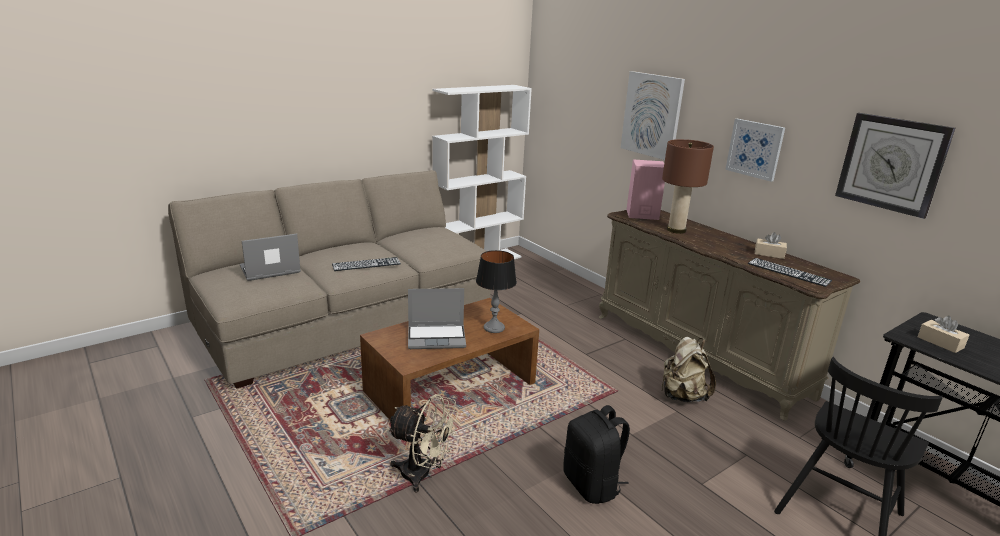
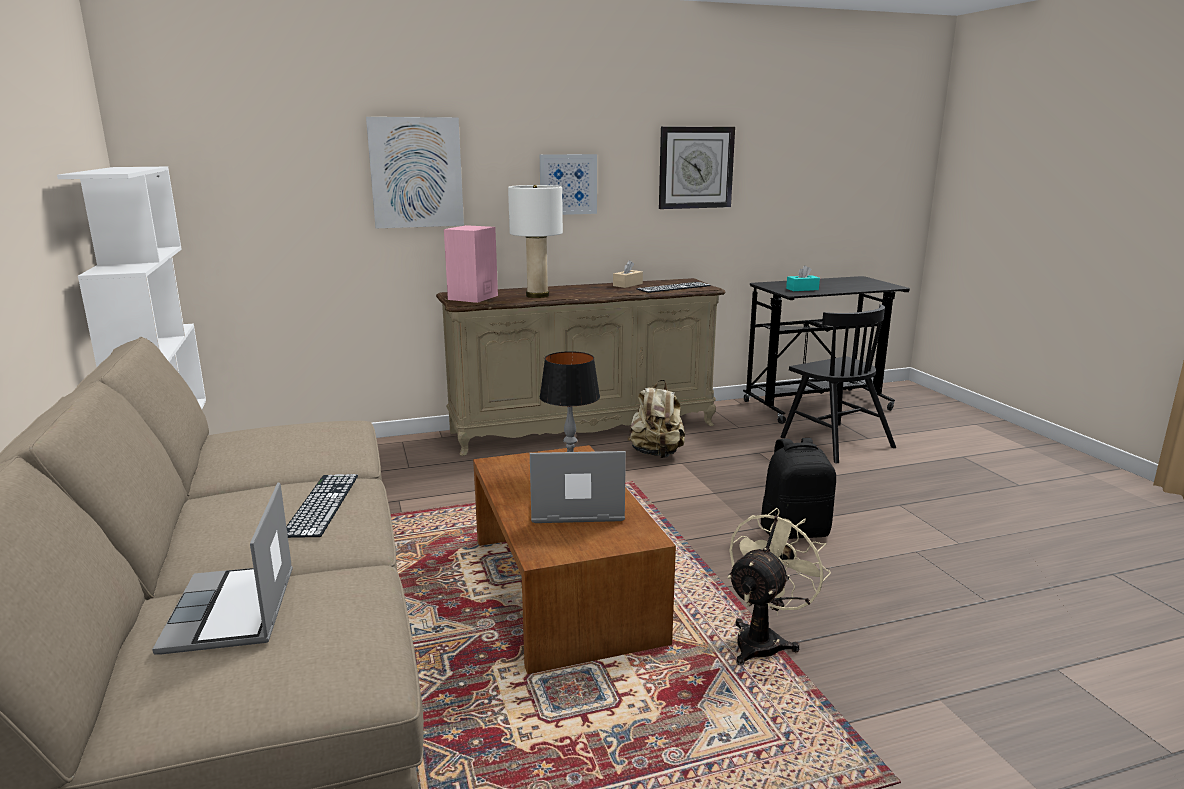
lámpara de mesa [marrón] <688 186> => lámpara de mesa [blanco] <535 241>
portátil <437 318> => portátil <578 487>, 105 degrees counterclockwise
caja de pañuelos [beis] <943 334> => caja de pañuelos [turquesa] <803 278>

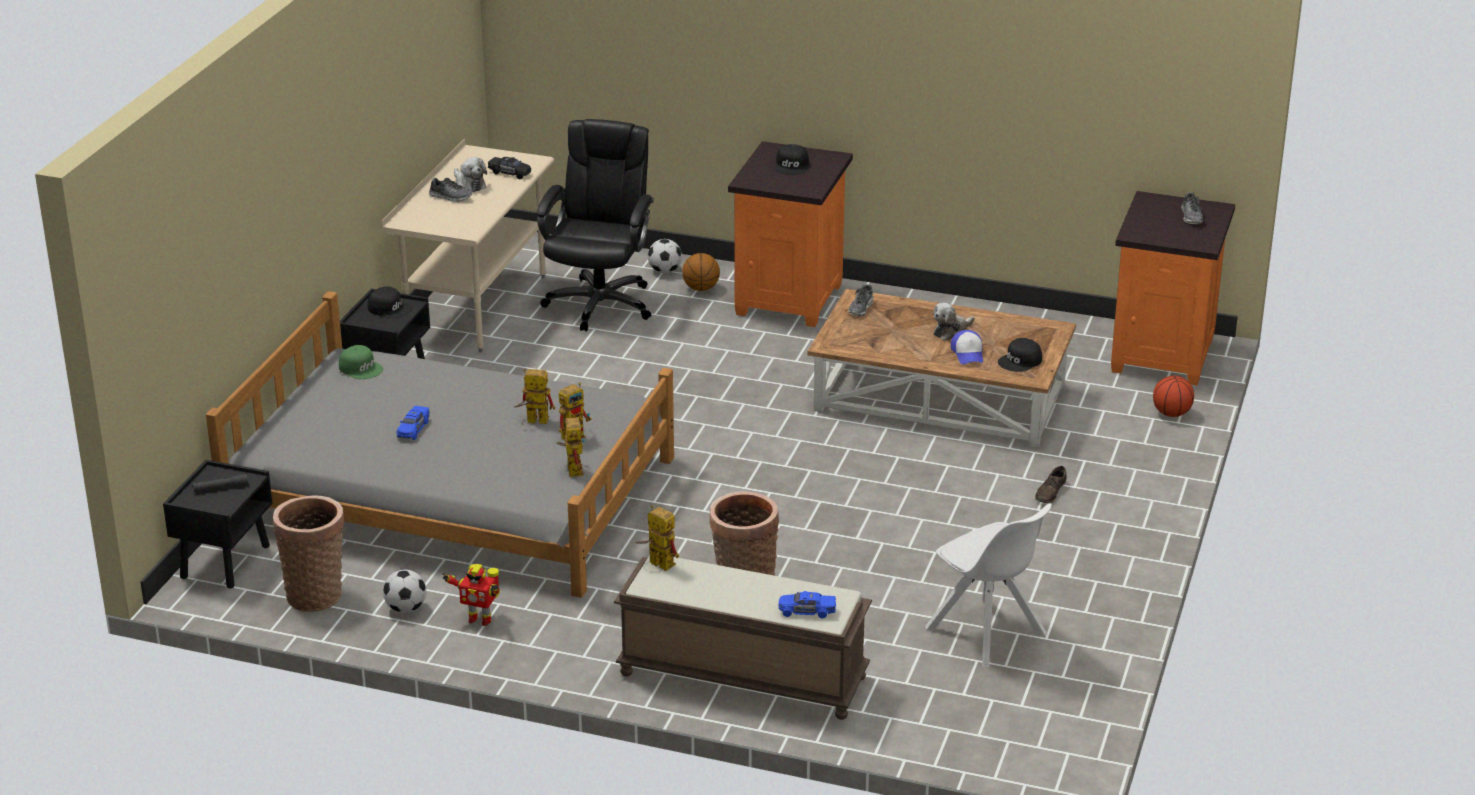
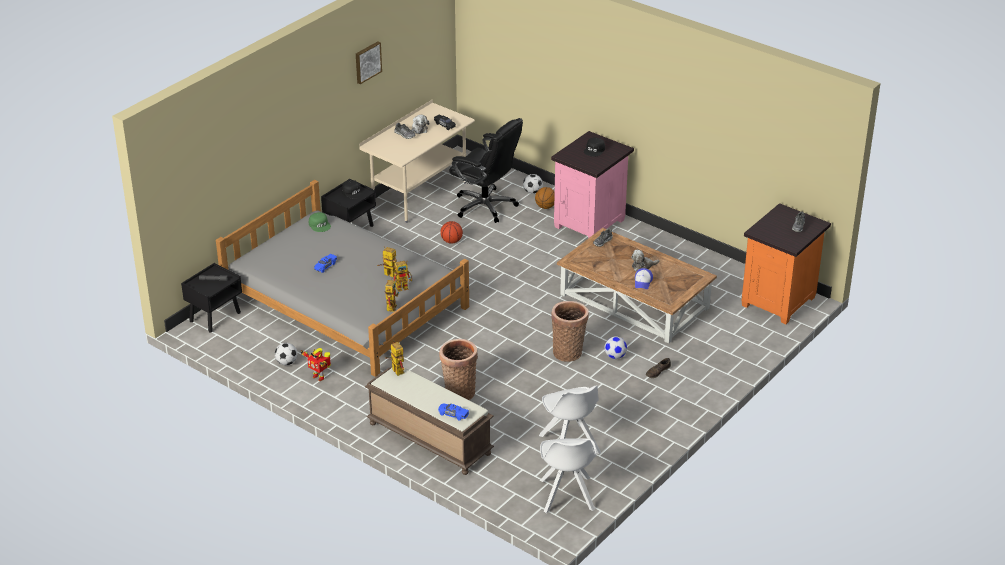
silla de oficina [negro] <595 225> => silla de oficina [negro] <486 170>, 90 degrees clockwise
armario [naranja] <790 234> => armario [rosa] <592 184>
gorra [negro] <1020 355> => nothing
balón de baloncesto <1173 396> => balón de baloncesto <452 232>, shifted
cesta <308 553> => cesta <570 331>, shifted
nothing => cuadro <369 62>
nothing => balón de fútbol <615 347>
nothing => silla [blanco] <568 475>

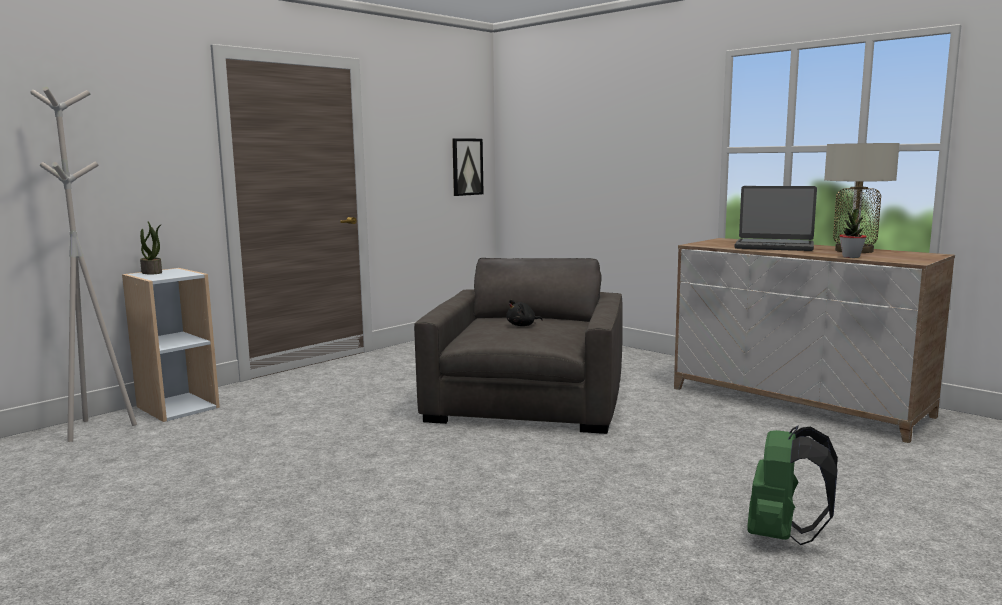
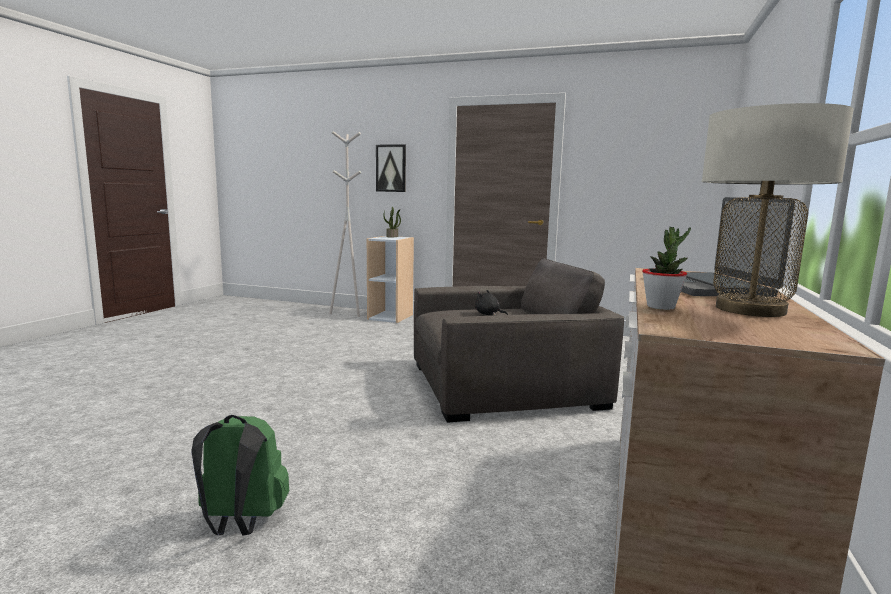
cuadro <468 167> => cuadro <391 168>, shifted

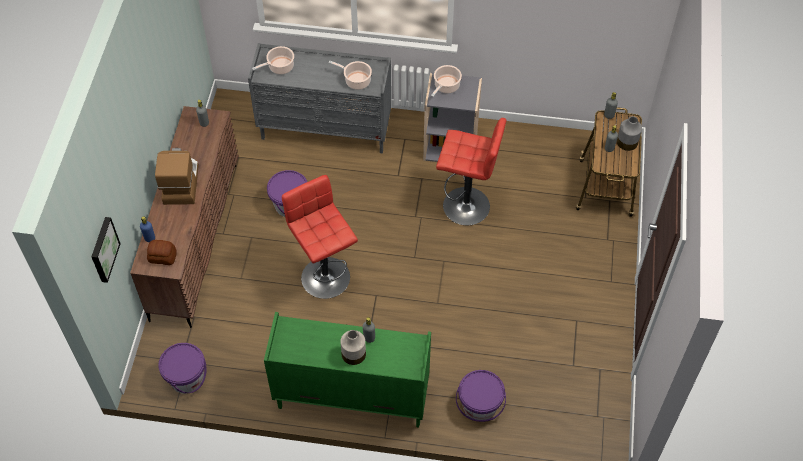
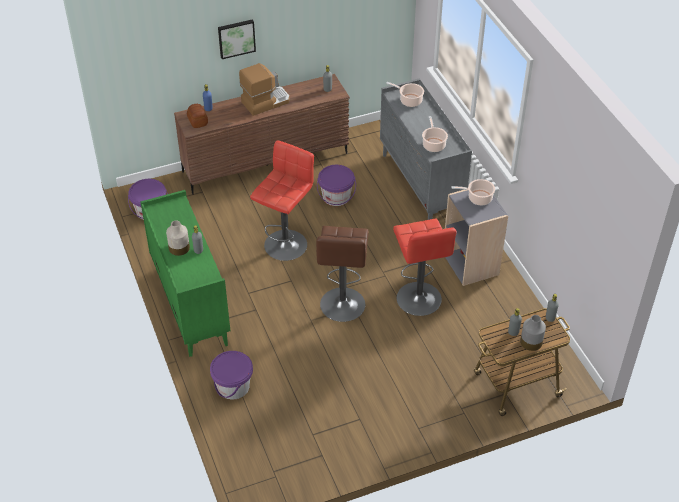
cuadro <106 250> => cuadro <237 39>, shifted
nothing => taburete [marrón] <342 274>

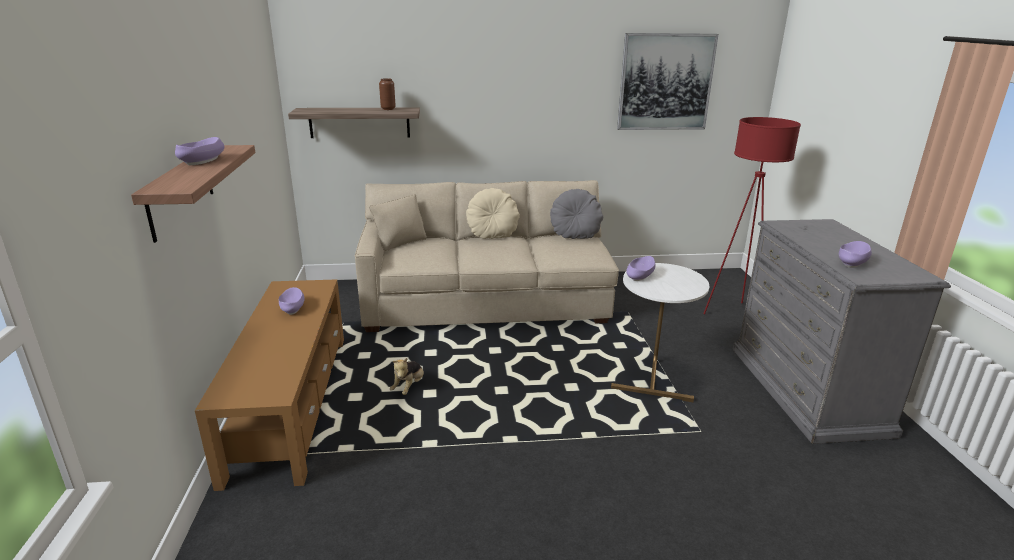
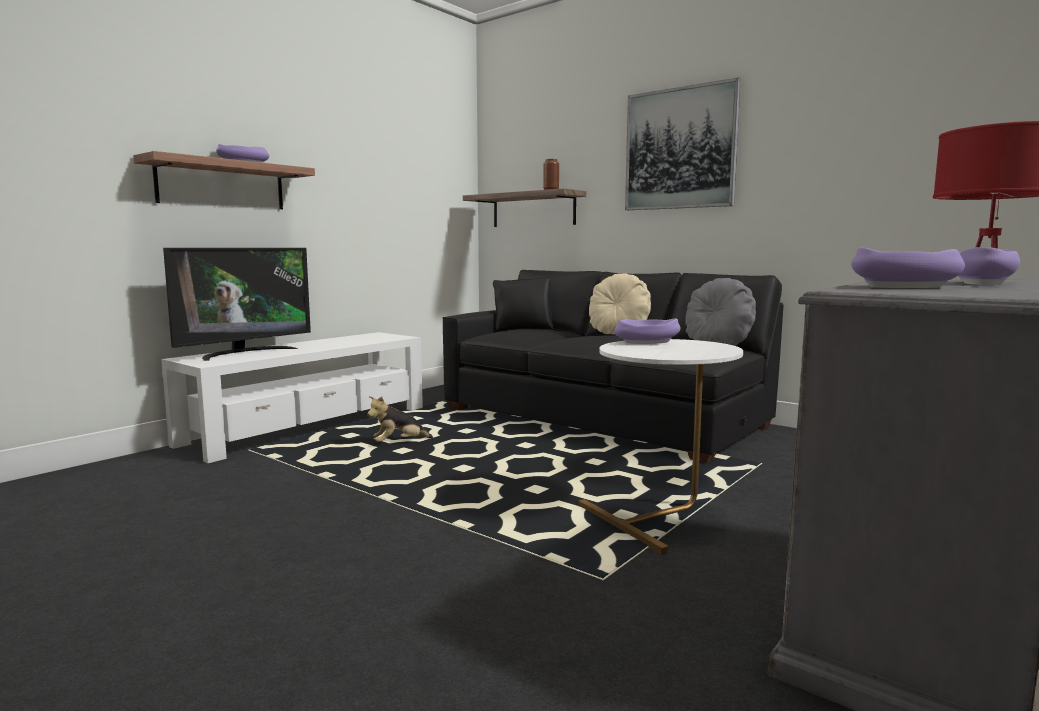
cuadro <667 81> => cuadro <683 144>, shifted
sofá [beis] <487 256> => sofá [negro] <613 366>
mueble de televisión [marrón] <269 385> => mueble de televisión [blanco] <292 397>
cuenco [morado] <291 301> => cuenco [morado] <989 266>, shifted
nothing => televisor <237 304>

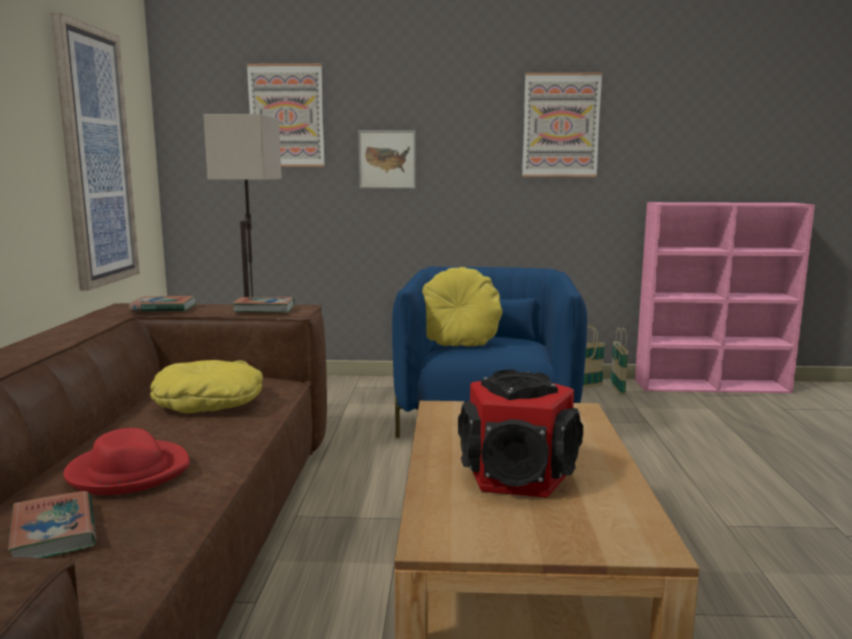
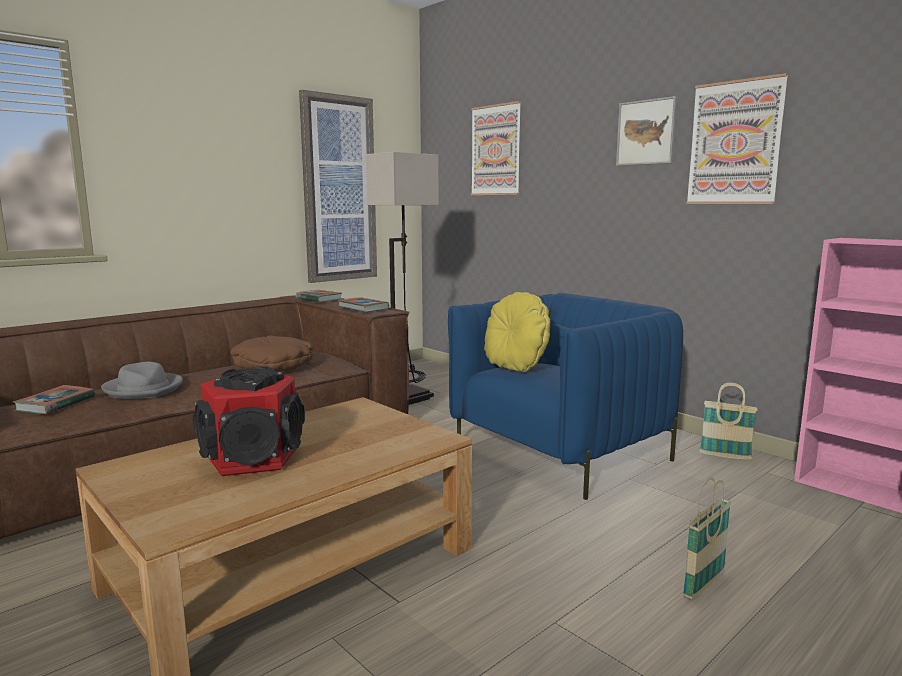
cuadro <387 160> => cuadro <646 131>, shifted
cesta <619 361> => cesta <707 538>, shifted
cojín [amarillo] <206 386> => cojín [marrón] <271 354>
sombrero [rojo] <127 461> => sombrero [gris] <142 380>

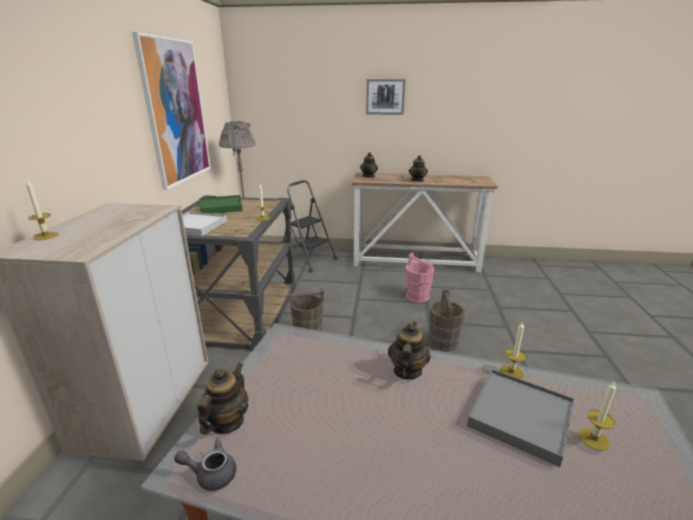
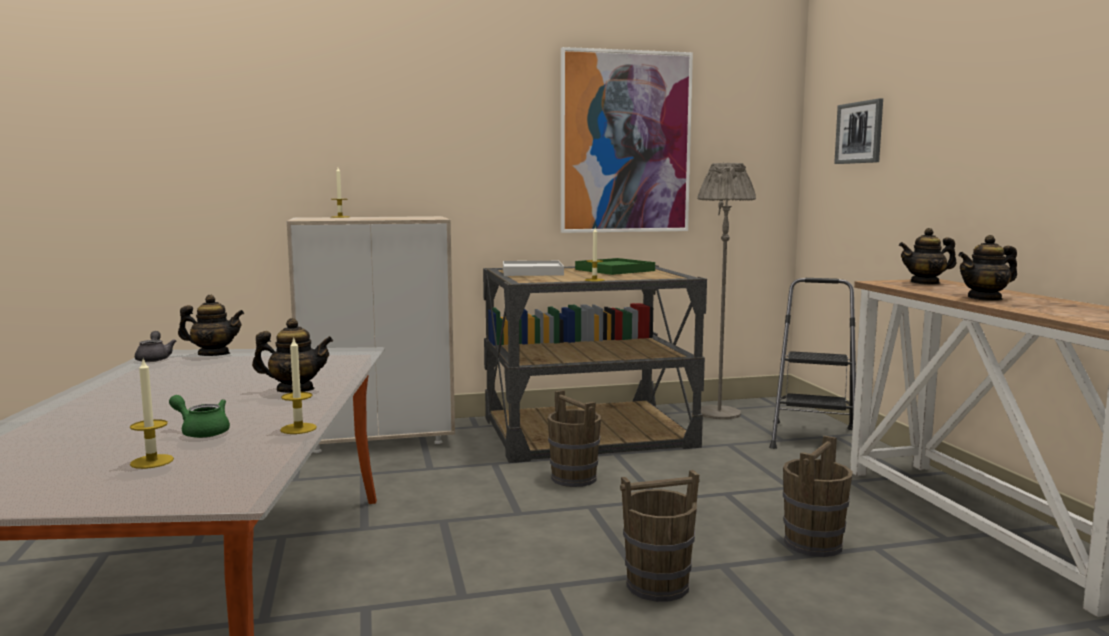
cuadro <386 97> => cuadro <858 131>, shifted
cubo [rosa] <420 278> => cubo [marrón] <818 496>
bandeja [gris] <521 418> => tetera [verde] <199 416>

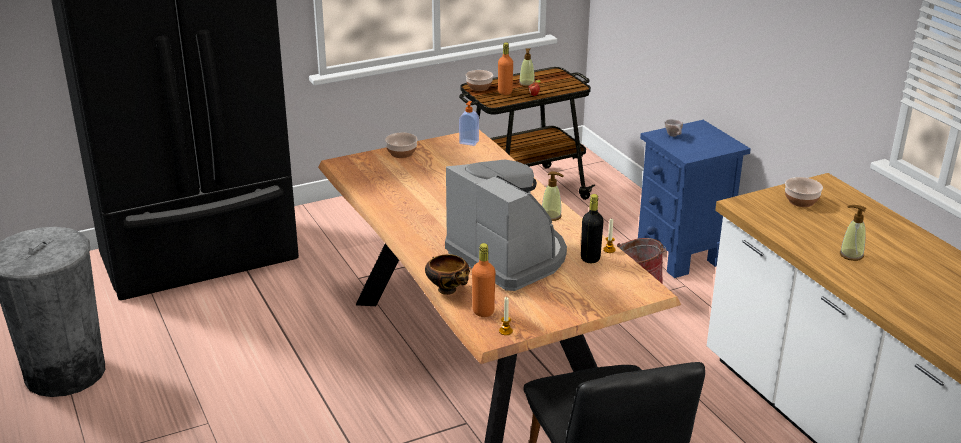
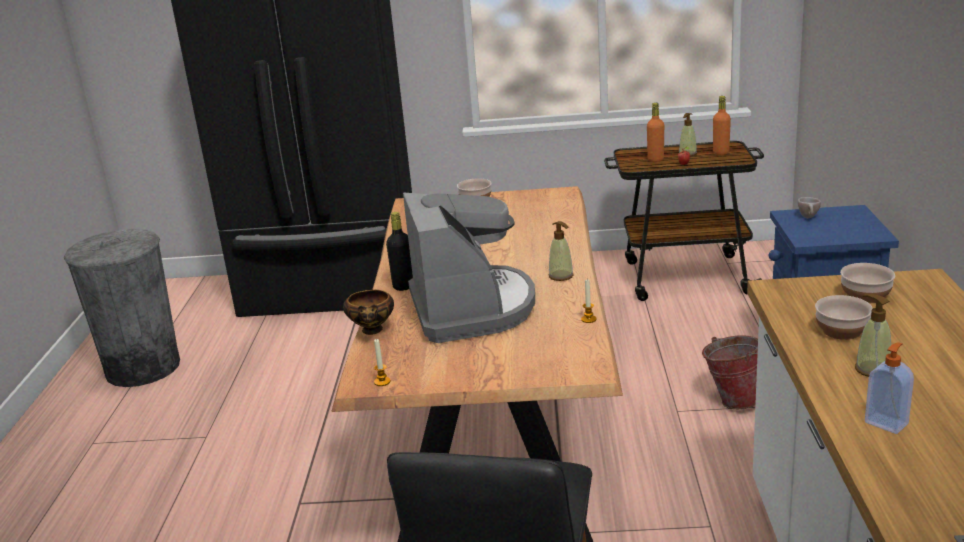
cuenco <479 80> => cuenco <844 317>, shifted
dispensador de jabón <469 123> => dispensador de jabón <889 388>, shifted
botella [negro] <592 228> => botella [negro] <399 251>, shifted
botella [naranja] <483 280> => botella [naranja] <722 125>, shifted

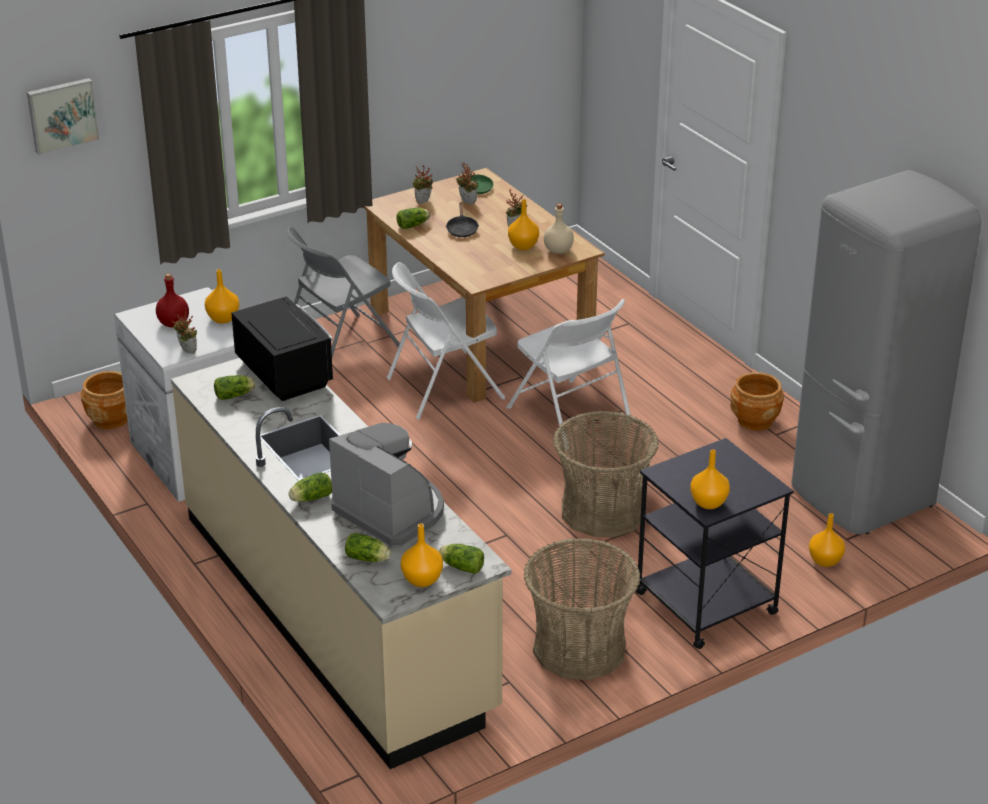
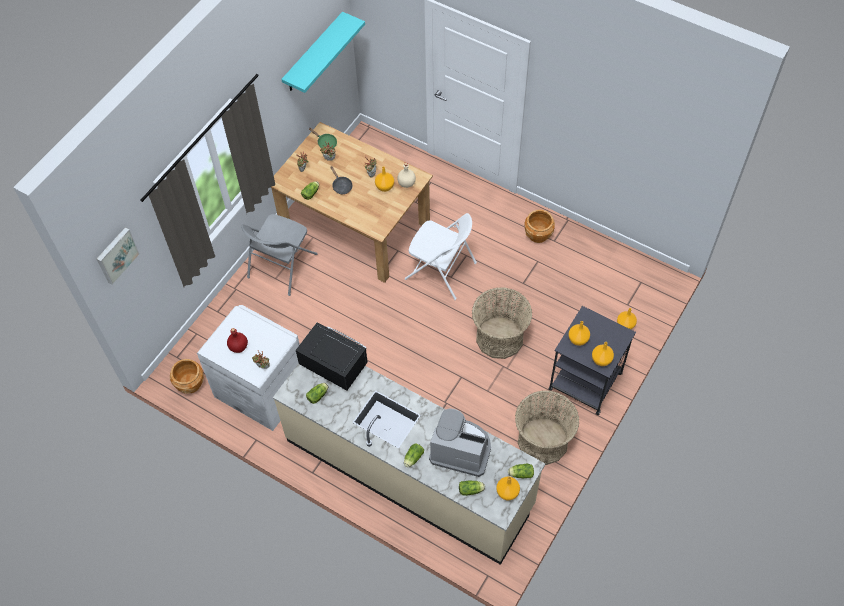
nevera [gris] <886 352> => nothing
silla [blanco] <446 341> => nothing
florero [naranja] <222 296> => florero [naranja] <579 333>, shifted
nothing => estante [turquesa] <323 52>

